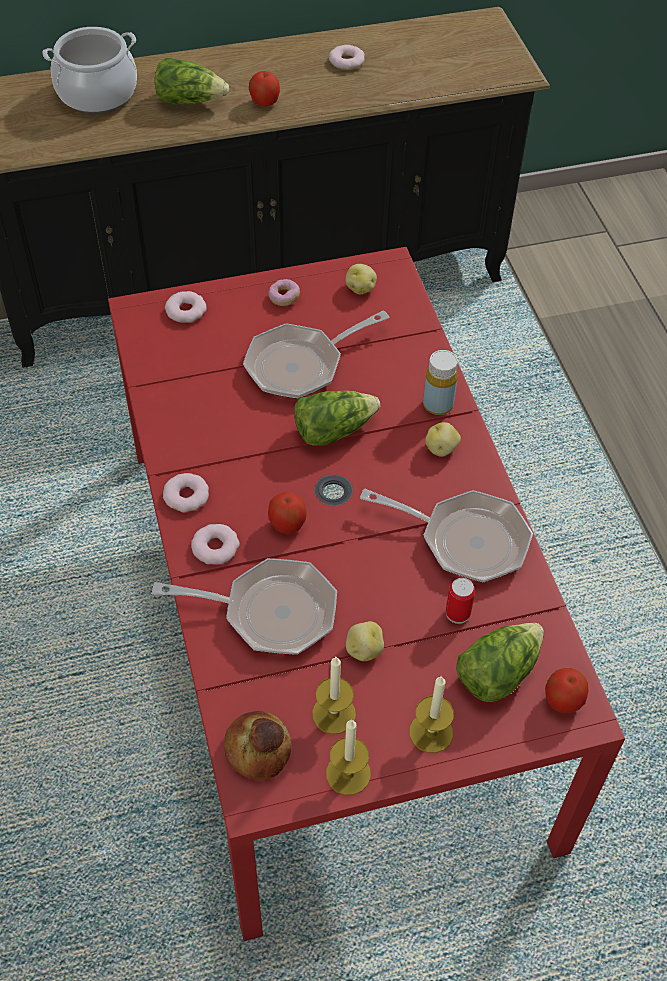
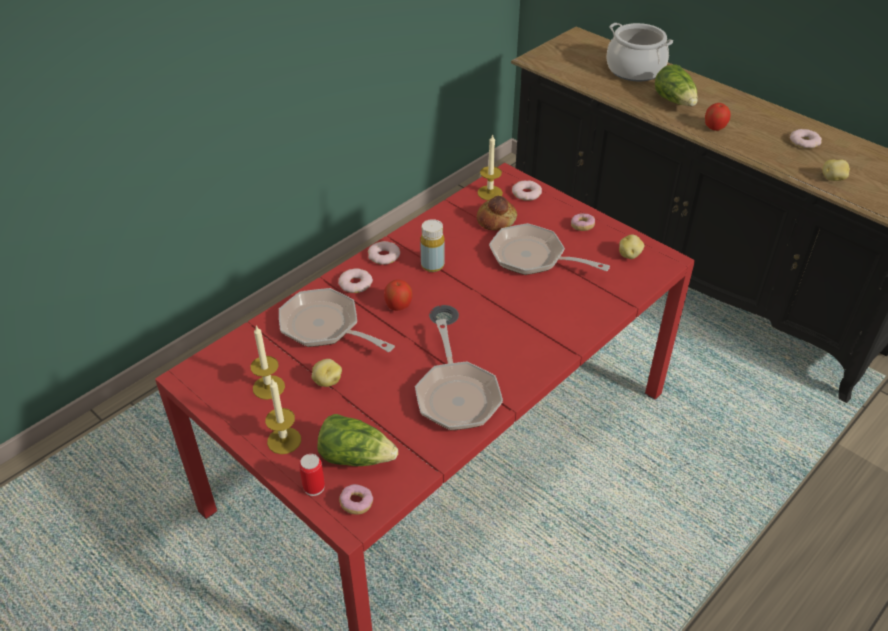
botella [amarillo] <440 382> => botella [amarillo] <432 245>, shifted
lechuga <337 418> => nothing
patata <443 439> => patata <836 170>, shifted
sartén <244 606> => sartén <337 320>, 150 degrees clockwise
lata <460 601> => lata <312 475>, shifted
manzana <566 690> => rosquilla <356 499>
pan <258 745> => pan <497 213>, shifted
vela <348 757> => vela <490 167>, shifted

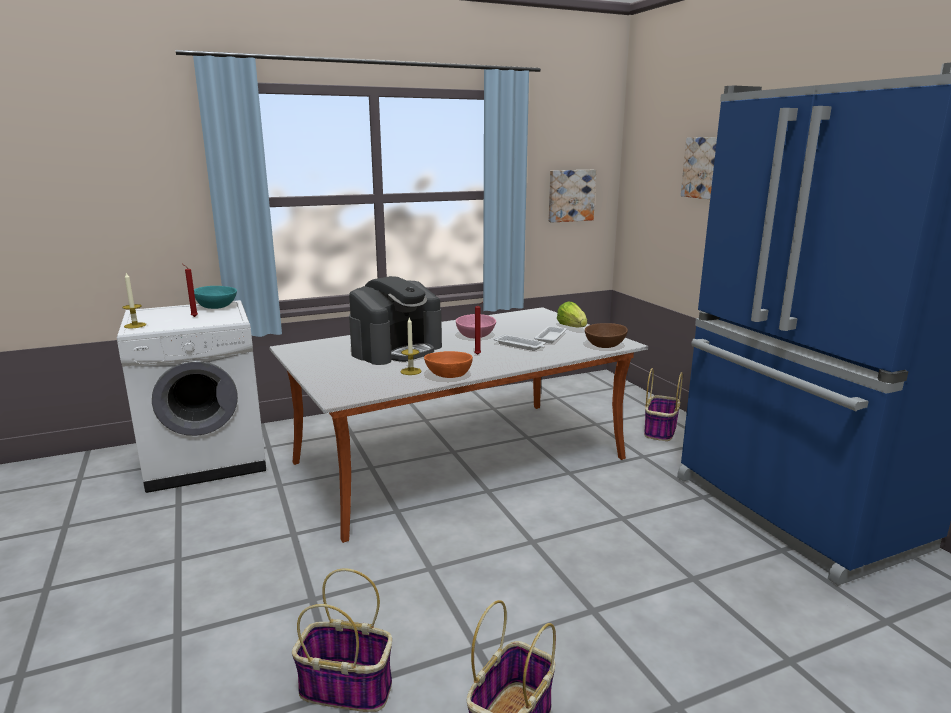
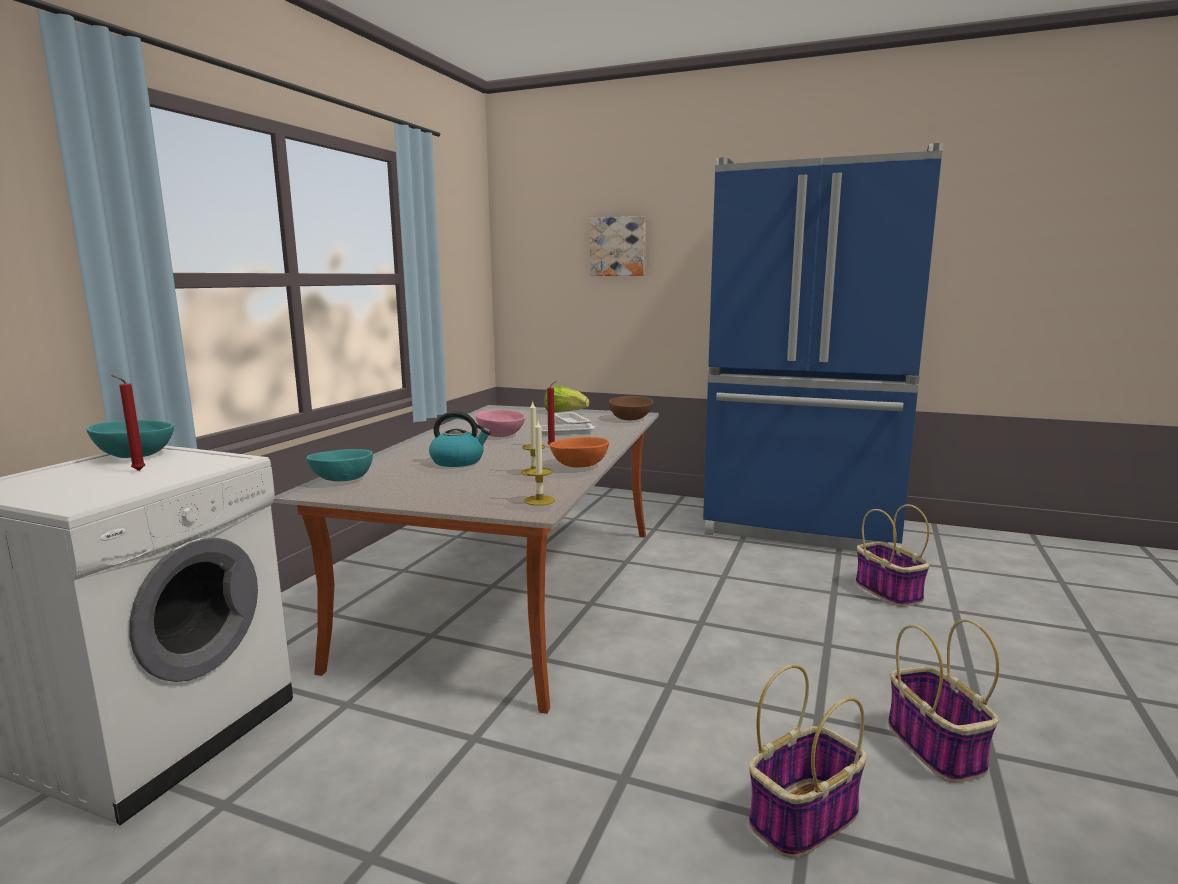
cuadro <572 196> => nothing
vela <134 300> => vela <539 463>, shifted
cafetera <395 320> => hervidor <460 439>
cesta <663 404> => cesta <892 555>, shifted
nothing => cuenco [turquesa] <339 465>

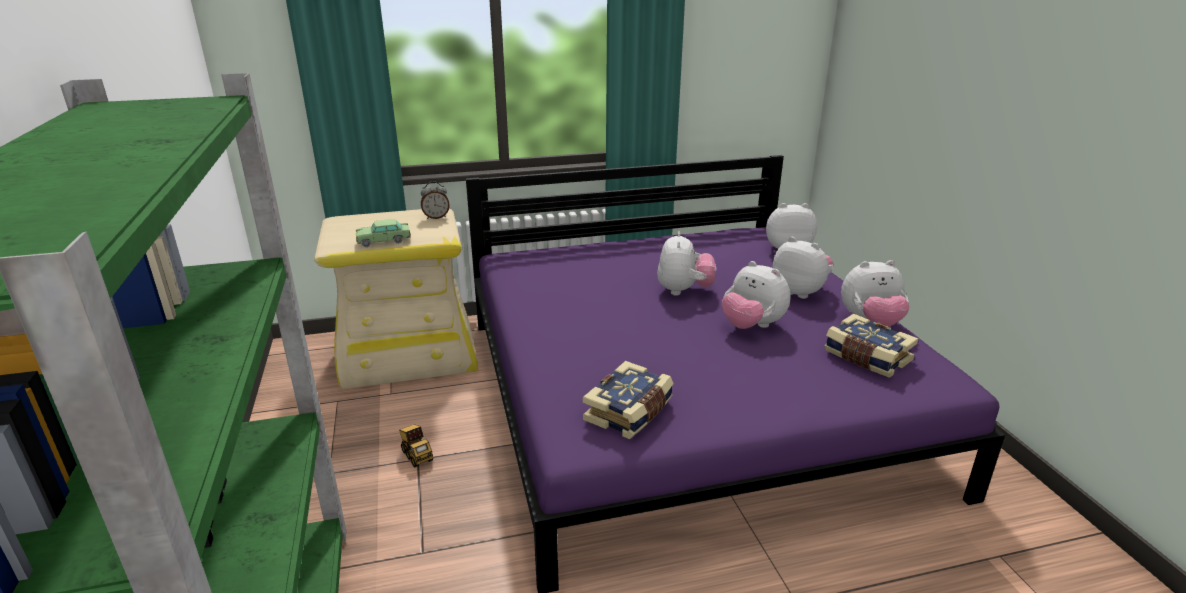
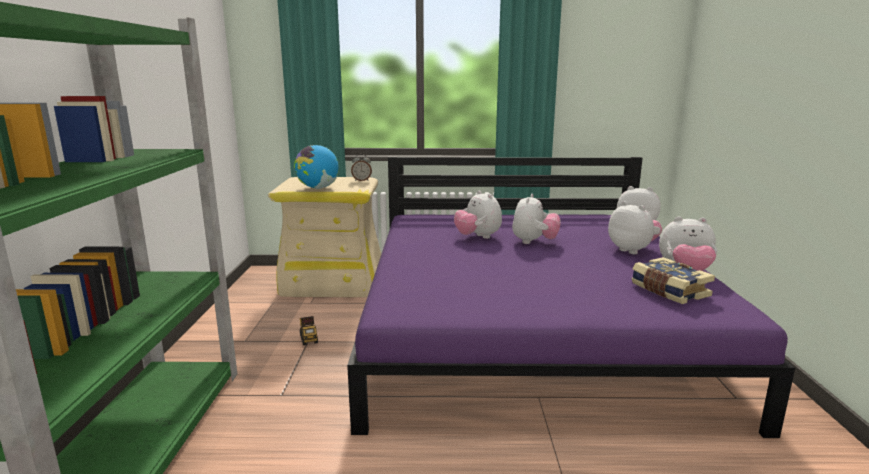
coche de juguete <383 233> => globo terráqueo <316 167>
peluche <756 295> => peluche <478 215>, shifted
libro <628 400> => nothing

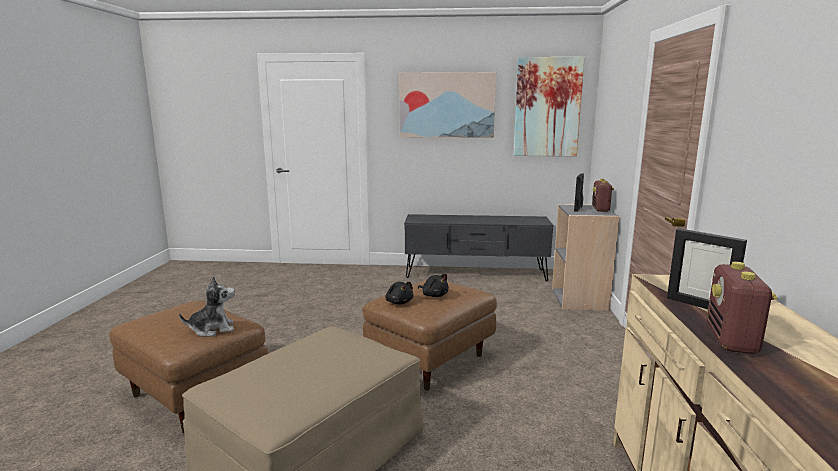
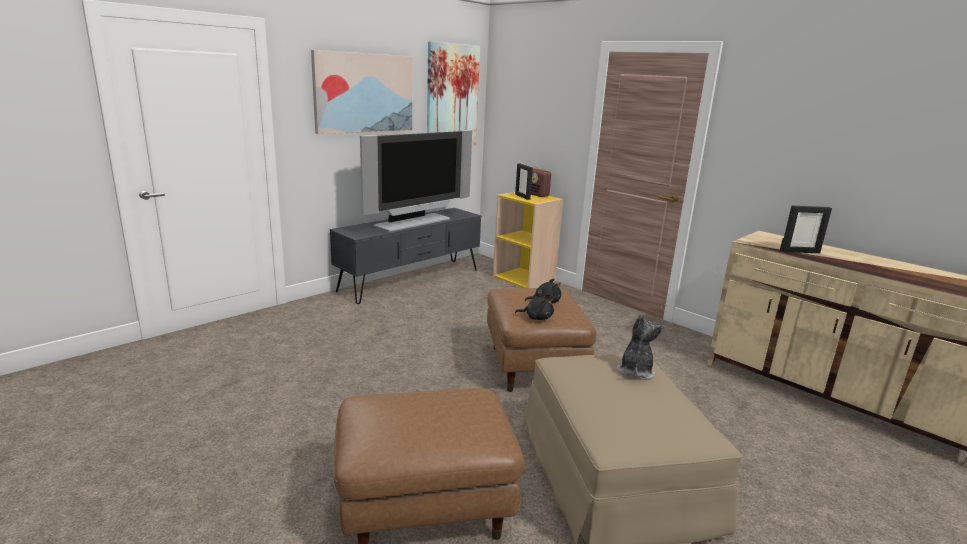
estantería [gris] <586 257> => estantería [amarillo] <528 240>
radio <742 307> => nothing
peluche <207 306> => peluche <640 347>, shifted
nothing => televisor <416 181>

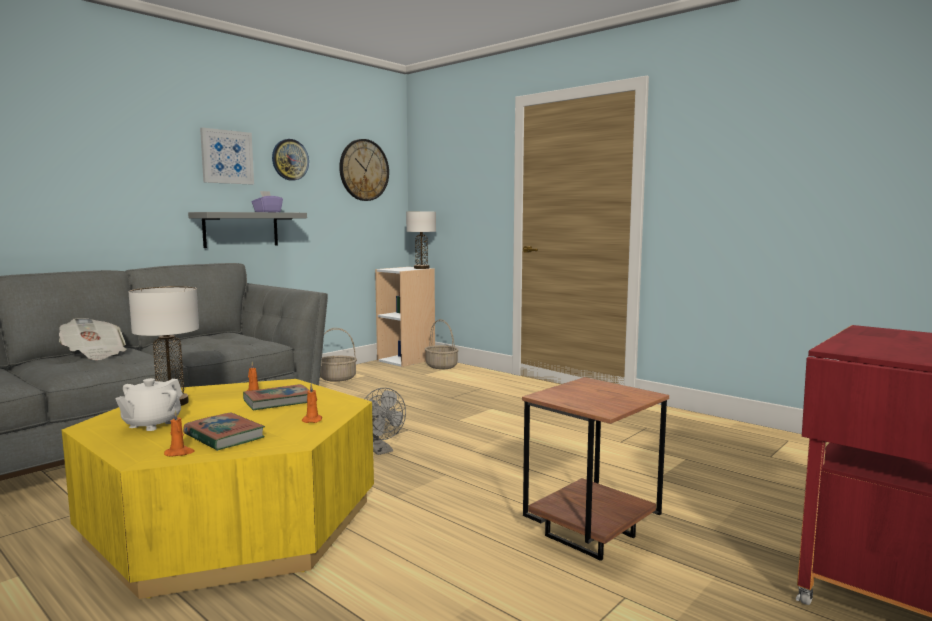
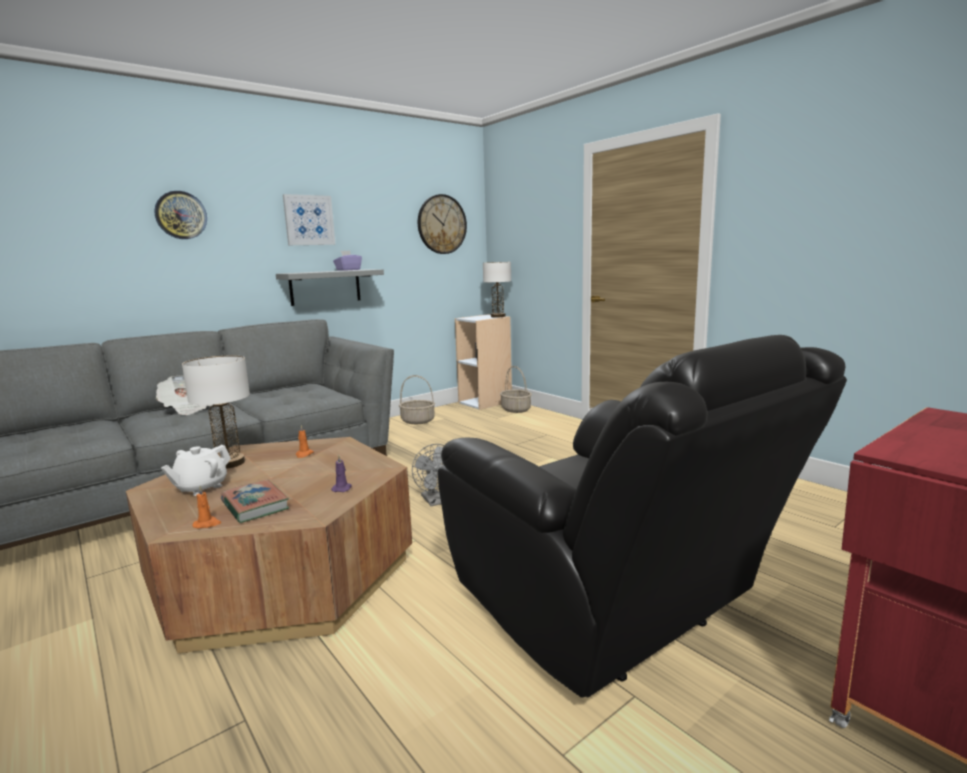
reloj de pared <290 160> => reloj de pared <180 215>, shifted
mesa auxiliar [marrón] <595 469> => sillón [negro] <642 516>
mesa de centro [amarillo] <218 489> => mesa de centro [marrón] <269 545>
libro <276 397> => nothing
vela [naranja] <312 403> => vela [morado] <341 473>

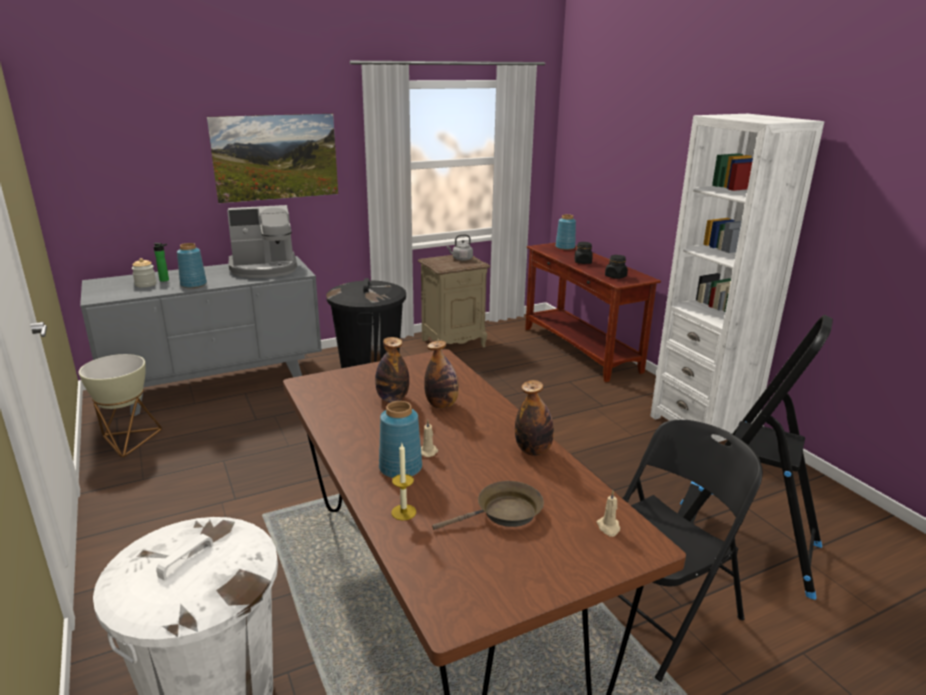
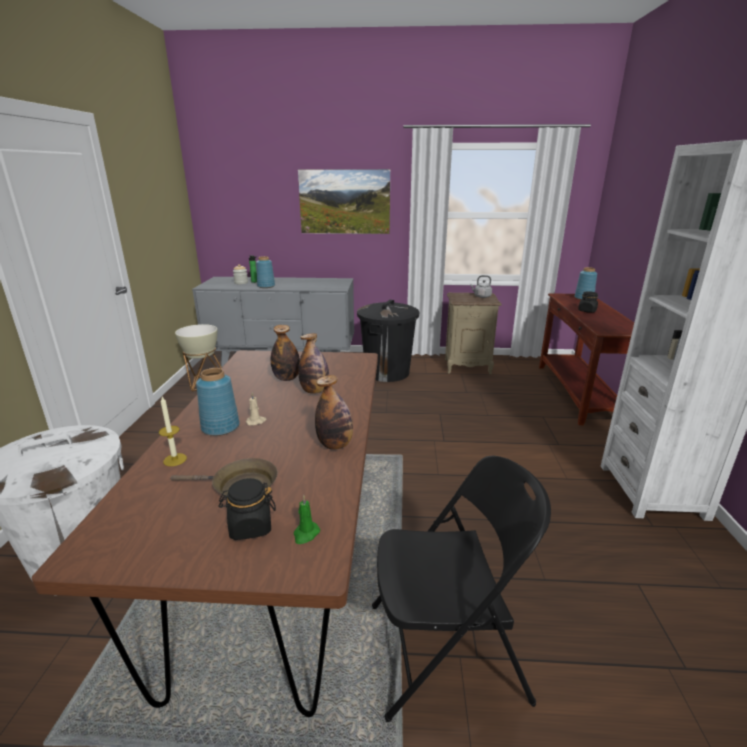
cafetera <262 241> => nothing
tarro [negro] <616 267> => tarro [negro] <247 509>, shifted
escalera de tijera [negro] <755 457> => nothing
vela [beis] <608 514> => vela [verde] <306 519>

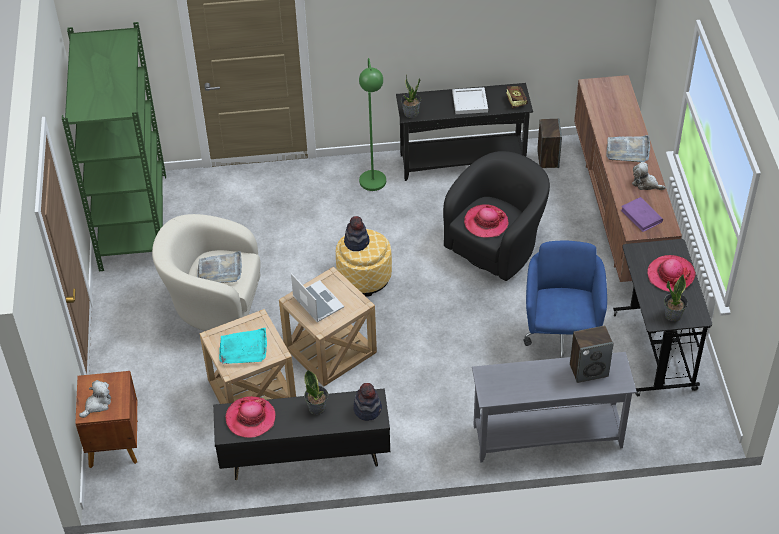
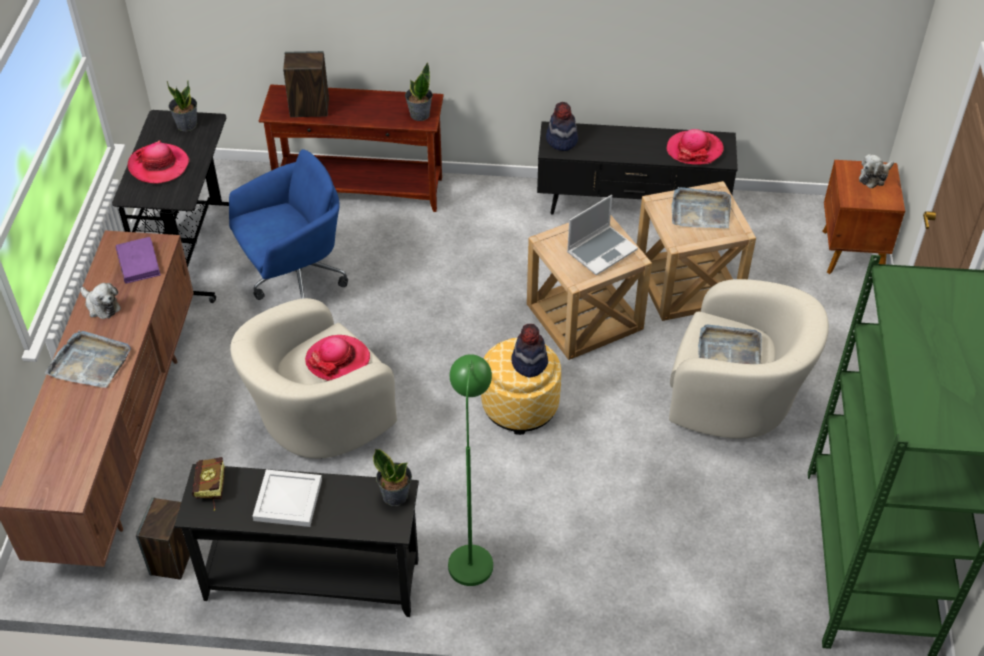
sillón [negro] <496 216> => sillón [beis] <313 378>
silla de oficina [azul] <565 299> => silla de oficina [azul] <288 224>, 135 degrees counterclockwise
portátil <317 297> => portátil <602 235>, 105 degrees counterclockwise
bandeja [turquesa] <243 346> => bandeja [gris] <701 207>
mesa consola [gris] <554 407> => mesa consola [marrón] <351 148>
planta en maceta <316 392> => planta en maceta <419 92>, shifted

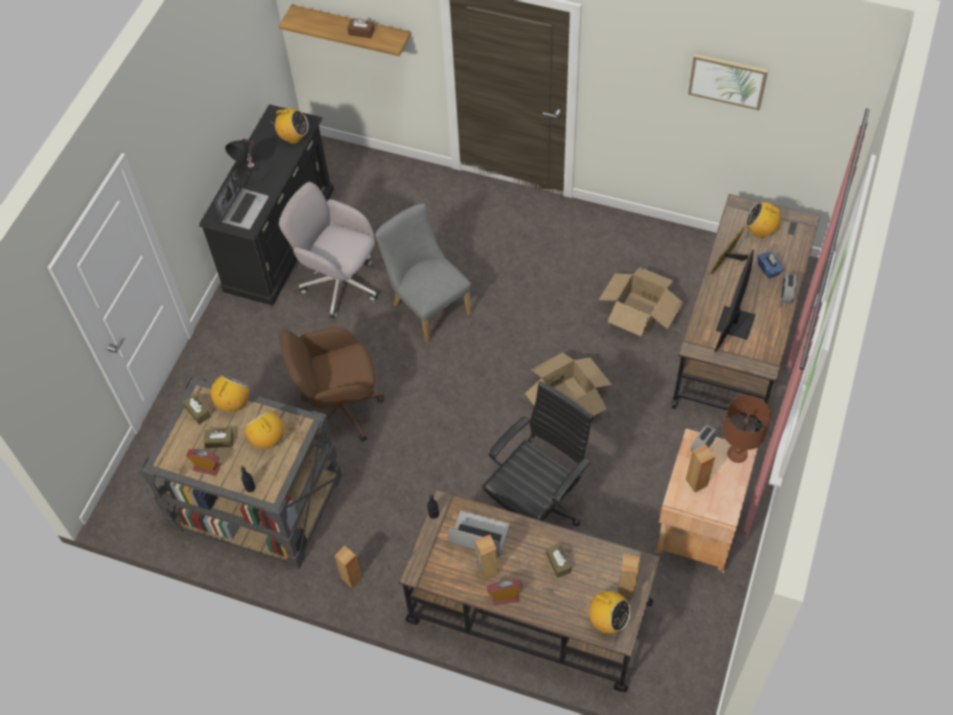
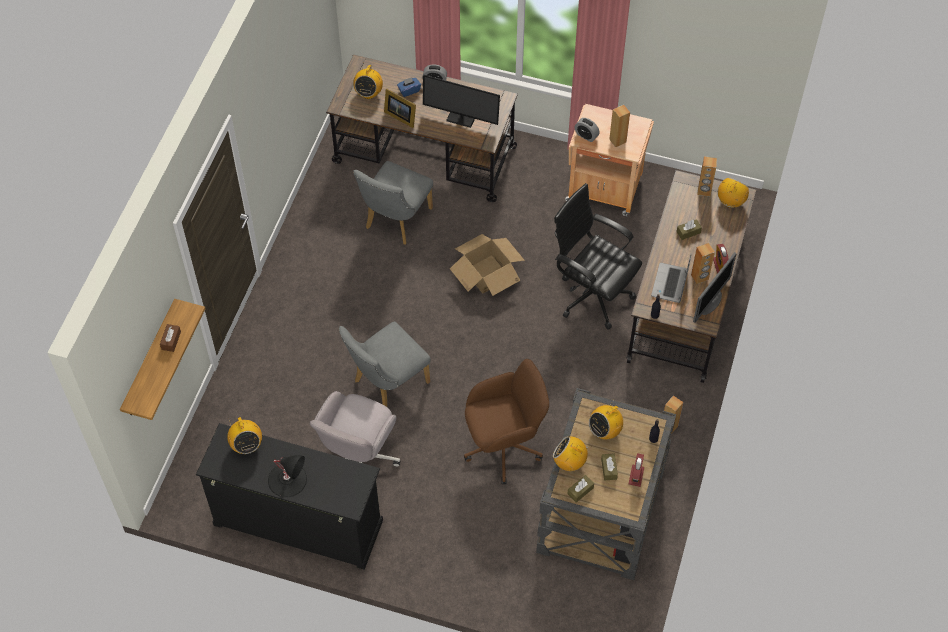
cuadro <728 82> => nothing
radio <289 125> => radio <244 435>, 150 degrees clockwise
portátil <242 199> => nothing
caja de cartón <641 301> => silla [gris] <393 203>
silla de oficina [marrón] <332 385> => silla de oficina [marrón] <506 421>, 90 degrees counterclockwise
lámpara de mesa [marrón] <747 429> => nothing
nothing => monitor <715 287>

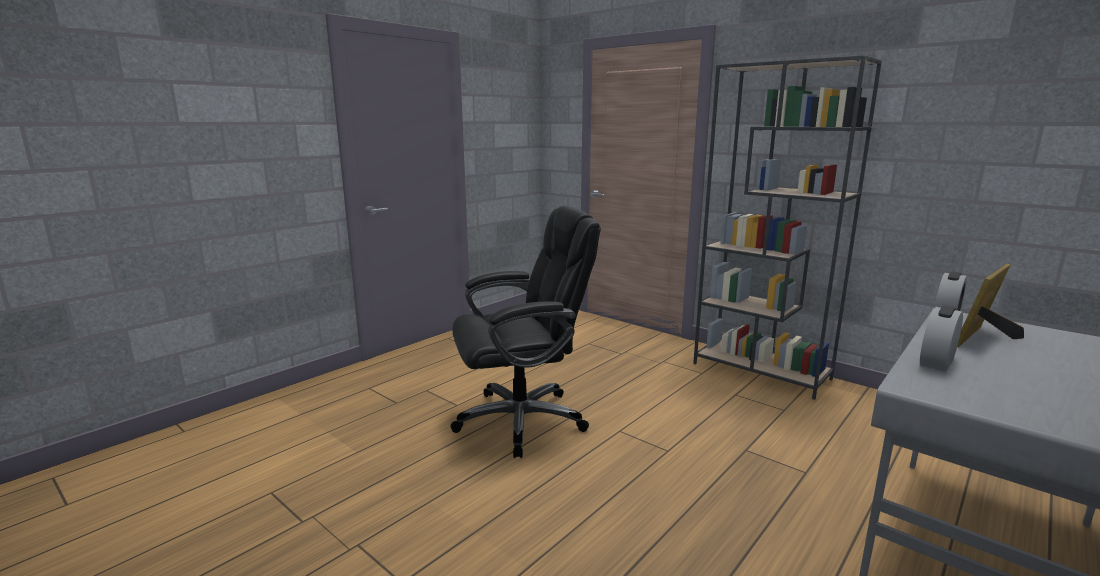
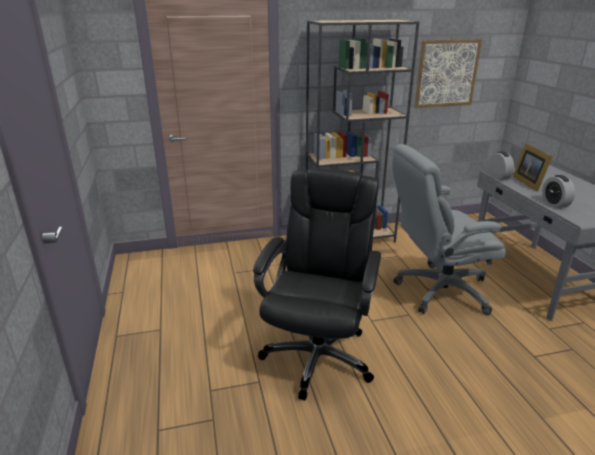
nothing => cuadro <448 73>
nothing => silla de oficina [gris] <449 229>

